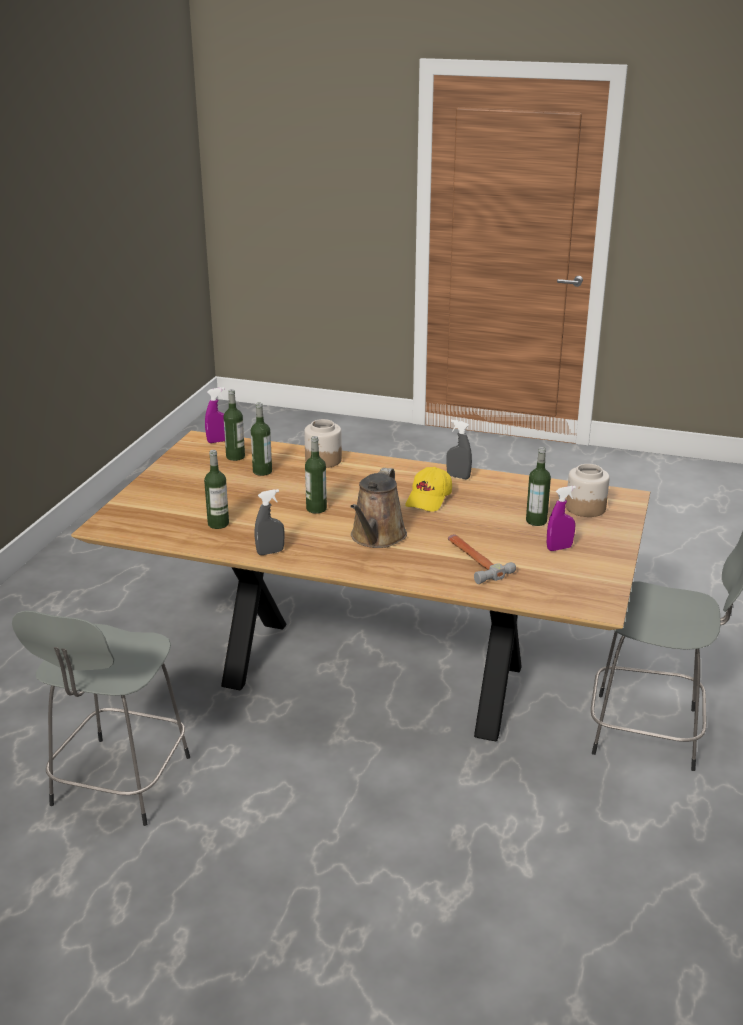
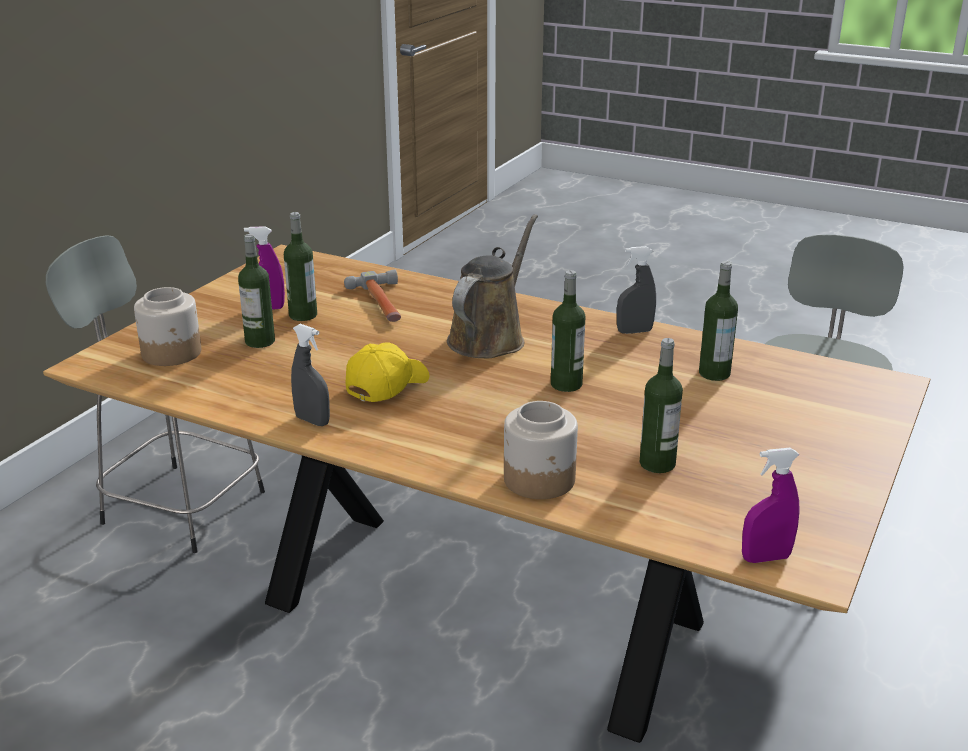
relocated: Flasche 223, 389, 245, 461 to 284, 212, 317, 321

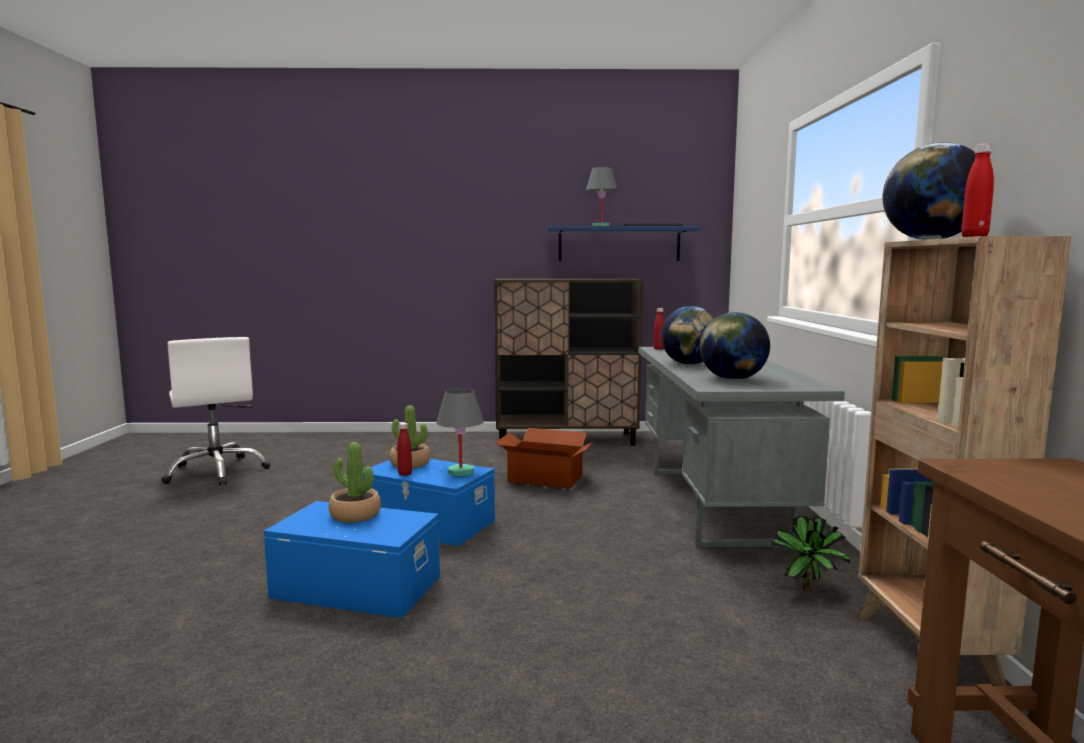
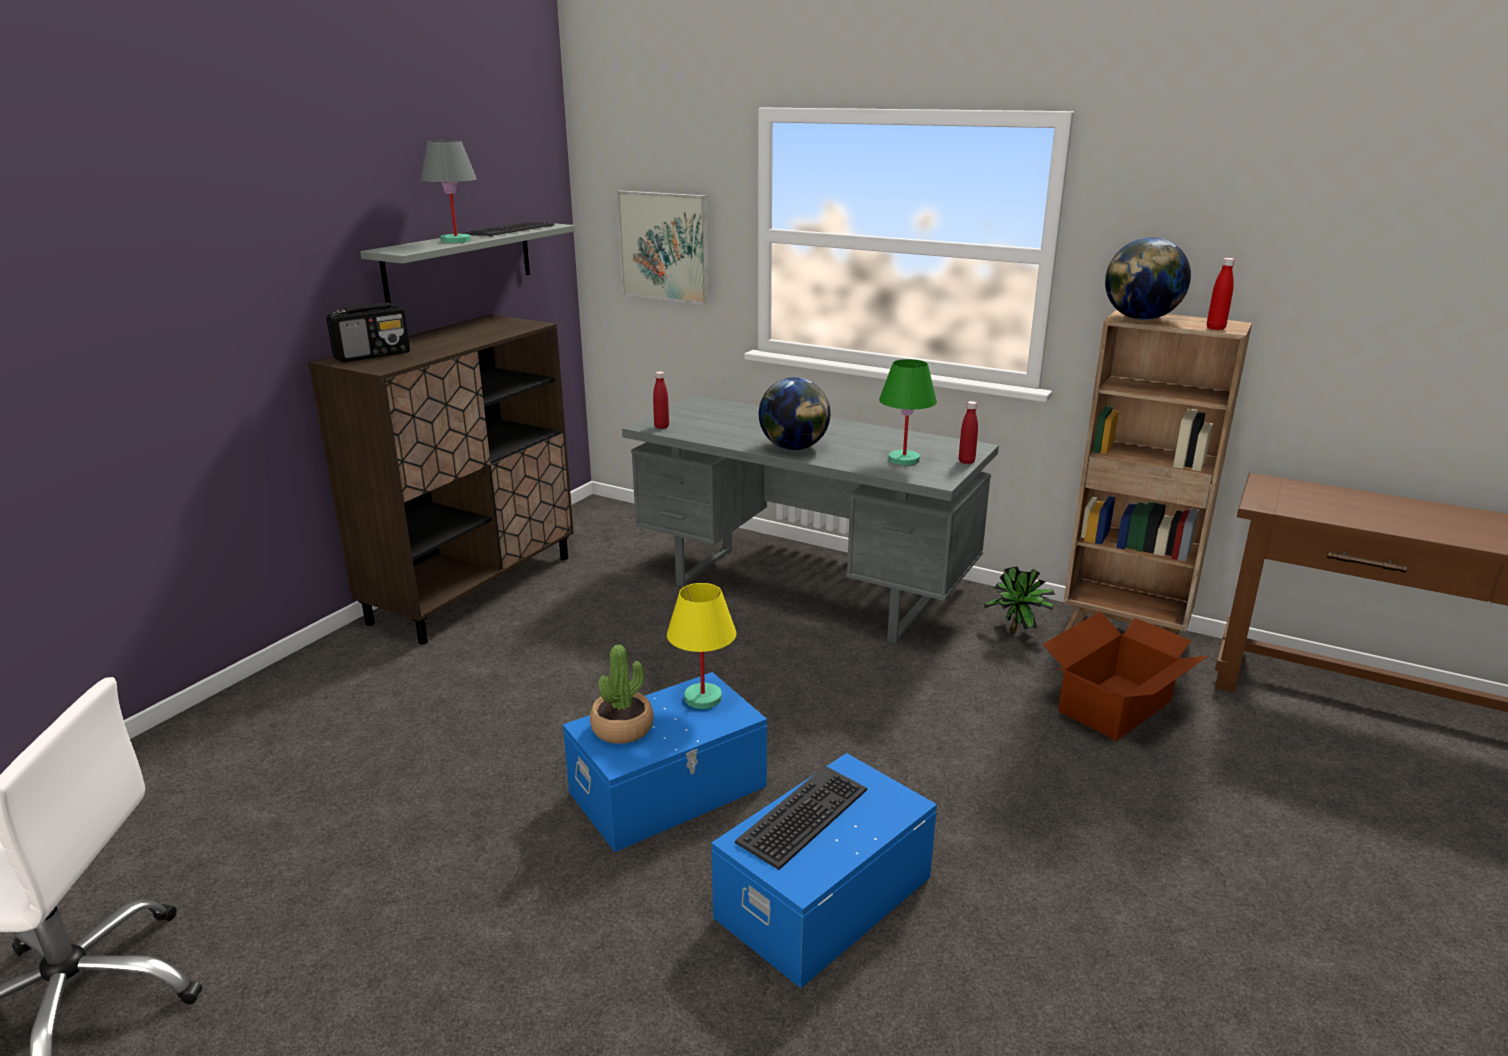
appeared: Bild 617, 191, 710, 305; Radio 326, 302, 410, 363
relocated: Flasche [rot] 397, 423, 412, 476 to 959, 401, 978, 464; Karton 495, 428, 595, 489 to 1043, 611, 1209, 741
exchanged: Globus 700, 312, 770, 380 to Tischlampe [grün] 879, 359, 937, 465; Topfpflanze 329, 442, 381, 523 to Tastatur 735, 766, 867, 870
colour: Wandregal [blau] 547, 226, 700, 261 to Wandregal [grau] 360, 223, 575, 303; Tischlampe [grau] 436, 388, 484, 476 to Tischlampe [gelb] 667, 583, 736, 709

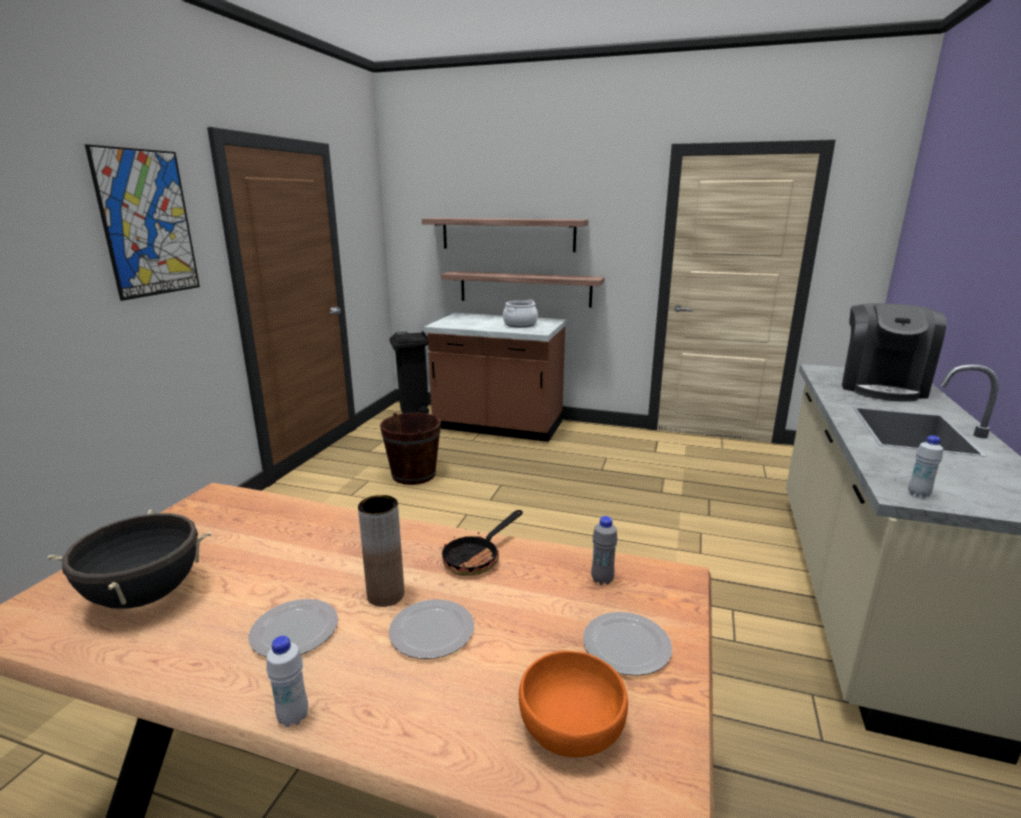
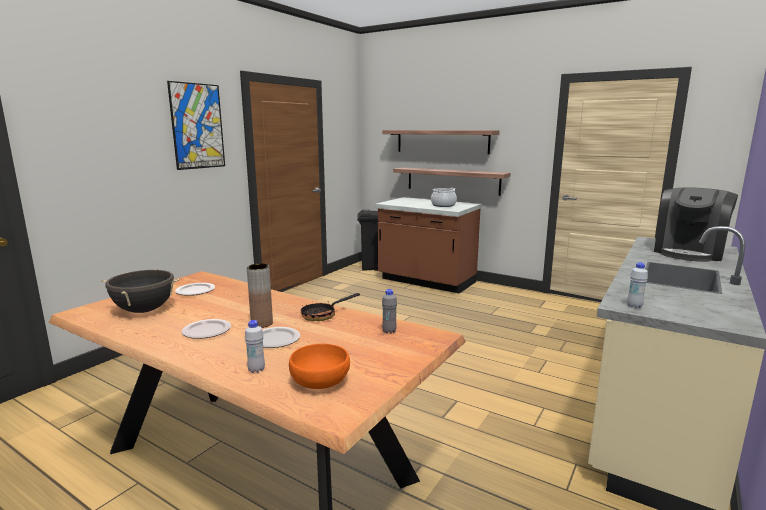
missing: Eimer [braun] 380, 413, 441, 485
relocated: Teller 583, 612, 672, 676 to 175, 283, 215, 296; Flasche [weiß] 266, 636, 308, 727 to 245, 320, 265, 373

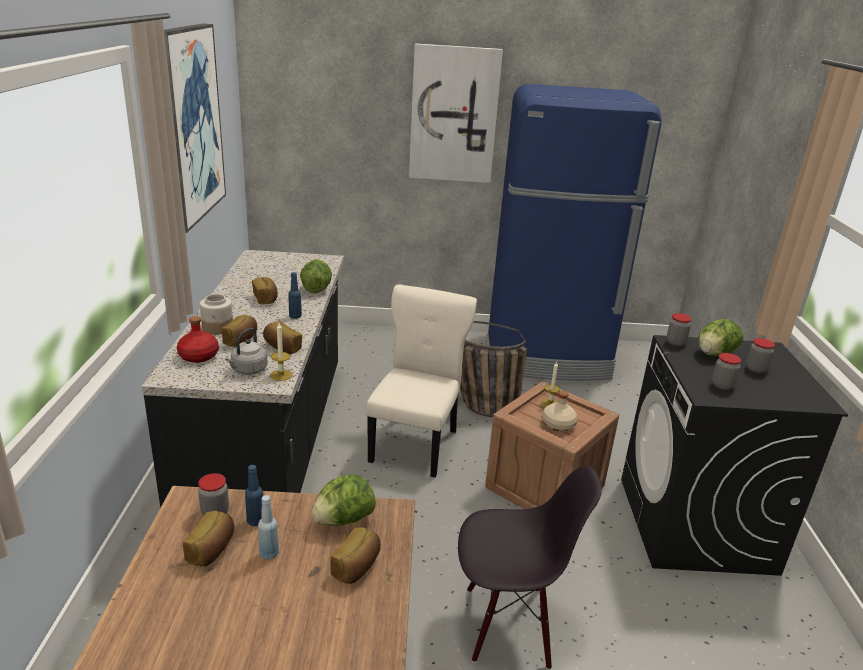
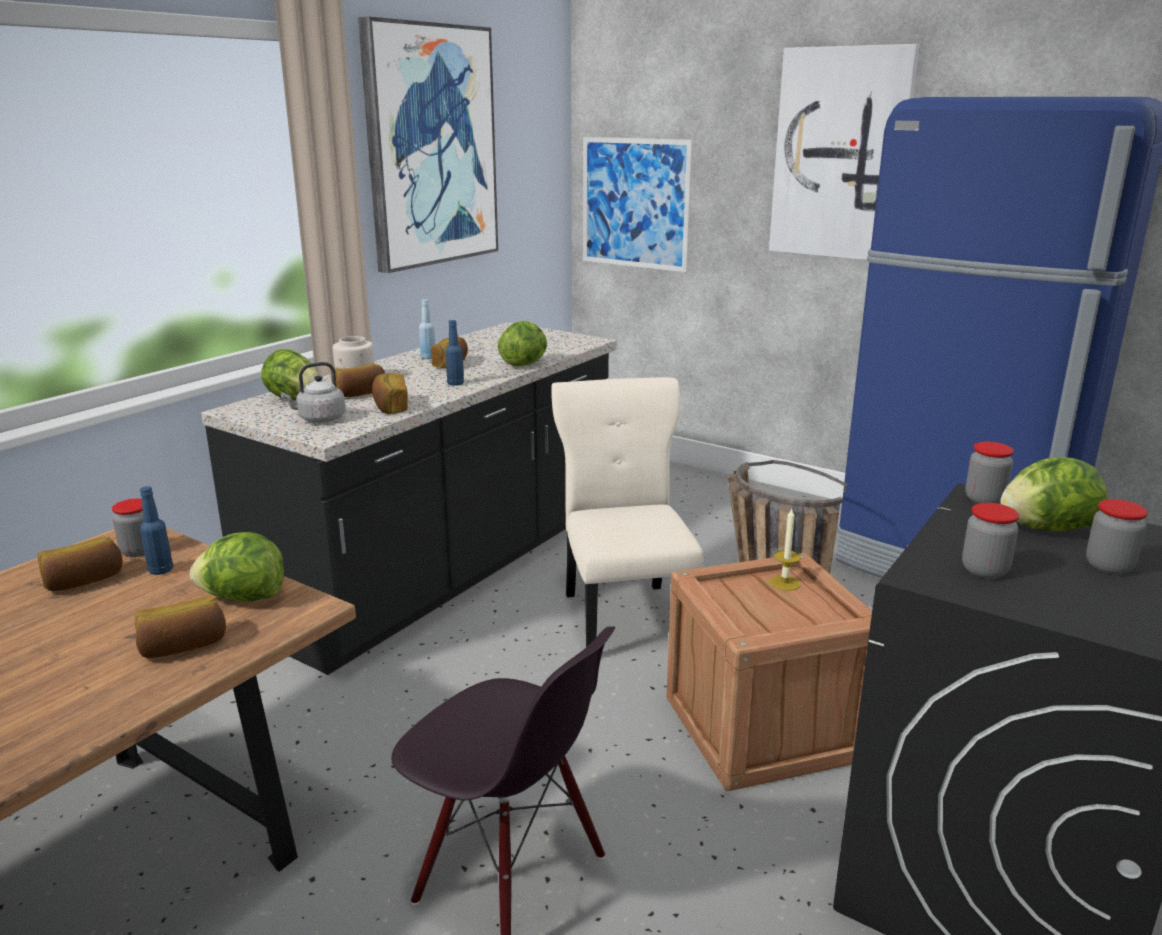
missing: Kerze 270, 323, 292, 381; Flasche [beige] 542, 391, 578, 431
appeared: Bild 583, 137, 693, 272
relocated: Flasche [blau] 258, 495, 279, 560 to 419, 299, 435, 359
exchanged: Flasche [rot] 177, 316, 219, 363 to Salatkopf 261, 349, 320, 400
spun: Stuhl [beige] 366, 284, 477, 478 = 551, 377, 704, 647 60 degrees counterclockwise

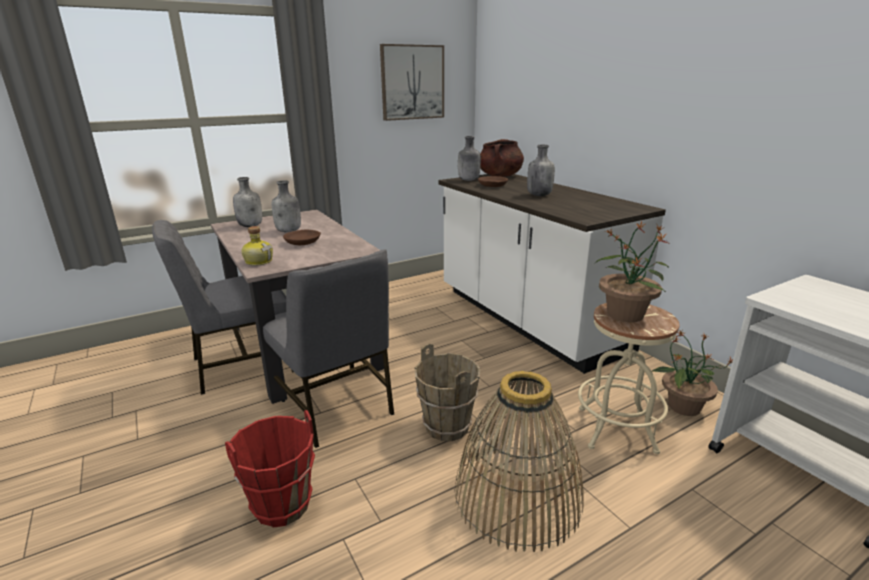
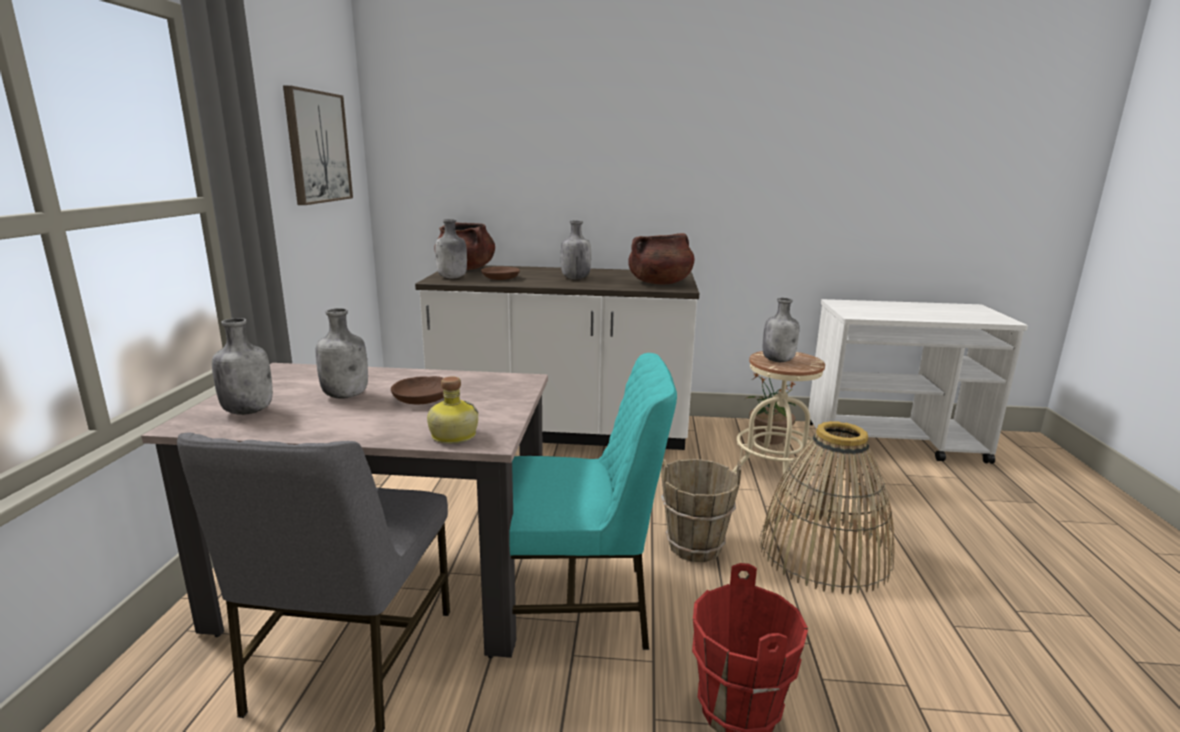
appeared: Kochtopf [braun] 628, 233, 695, 284
exchanged: Topfpflanze 595, 221, 670, 322 to Flasche [grau] 763, 298, 799, 362
colour: Stuhl [grau] 263, 249, 394, 448 to Stuhl [türkis] 509, 353, 677, 650

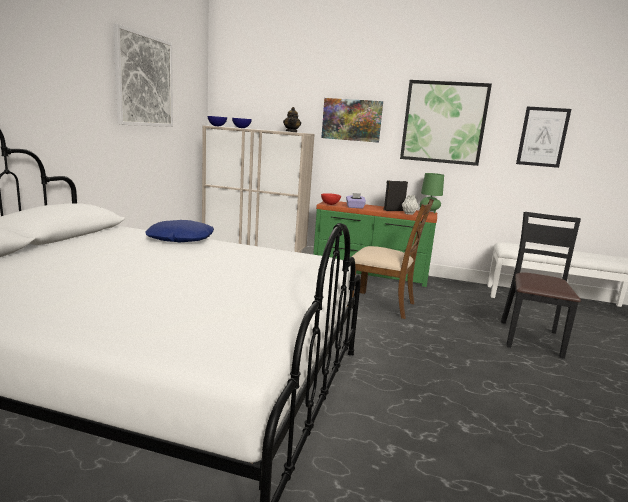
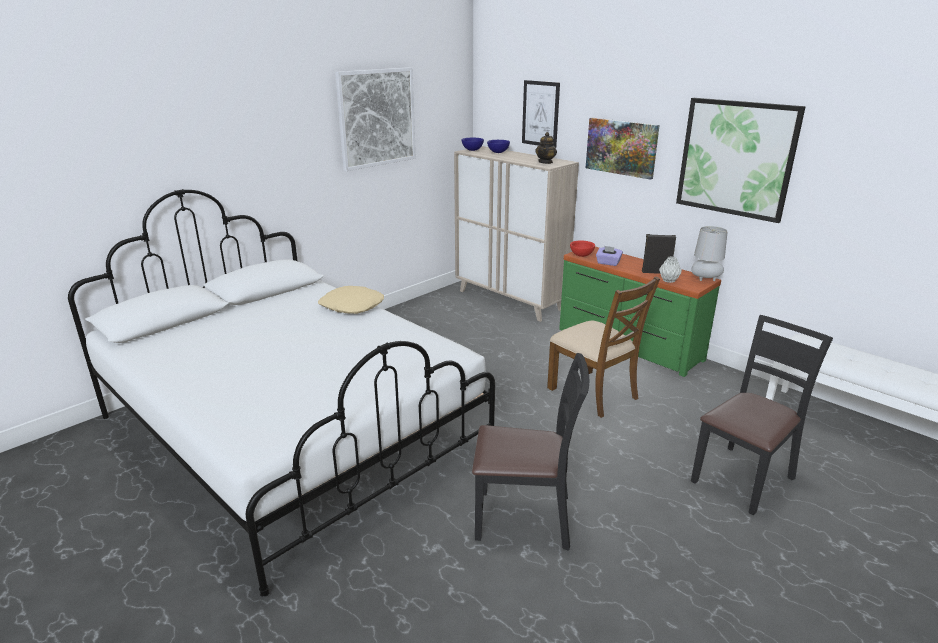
appeared: Stuhl [schwarz] 472, 353, 589, 551
relocated: Bild 516, 106, 571, 168 to 522, 80, 560, 148
colour: Tischlampe [grün] 420, 173, 444, 213 to Tischlampe [grau] 691, 226, 728, 281; Kissen [blau] 145, 220, 214, 242 to Kissen [beige] 318, 286, 384, 314

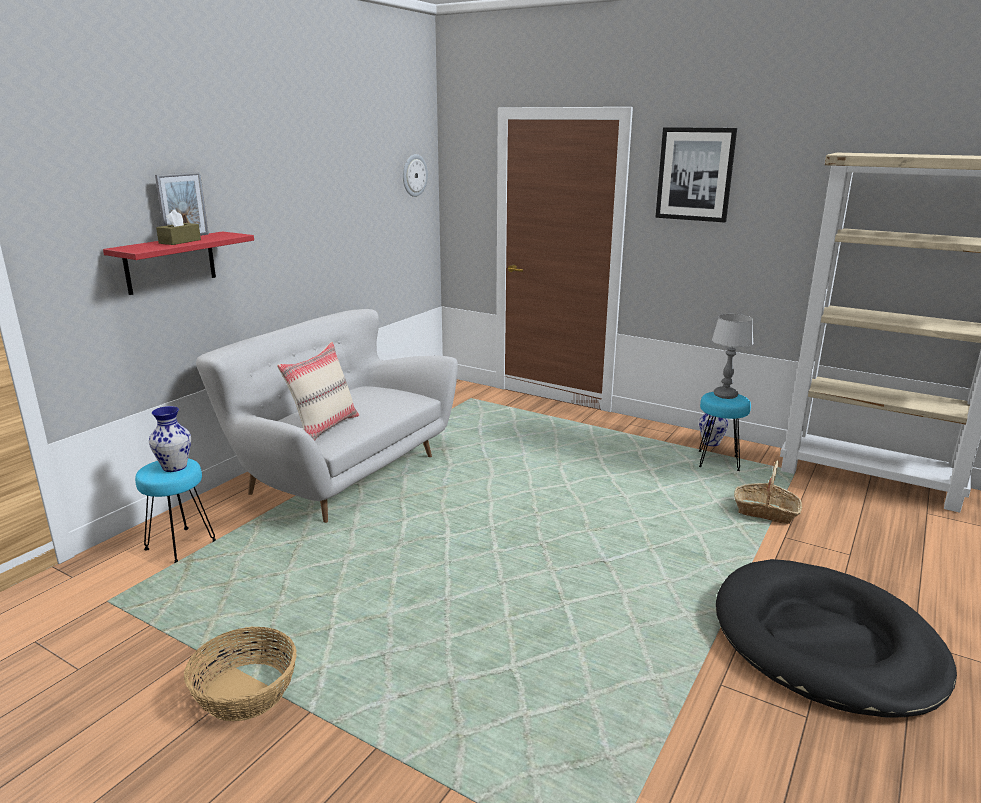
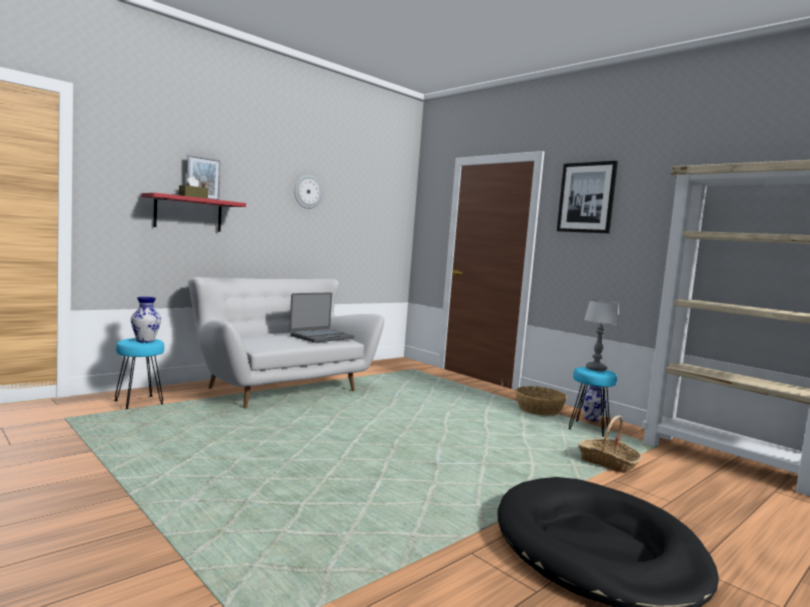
missing: Kissen [beige] 277, 342, 359, 441
appeared: Laptop 289, 292, 354, 343
relocated: Wanduhr 403, 154, 428, 197 to 294, 175, 323, 209; Korb 184, 627, 297, 721 to 516, 386, 567, 416

